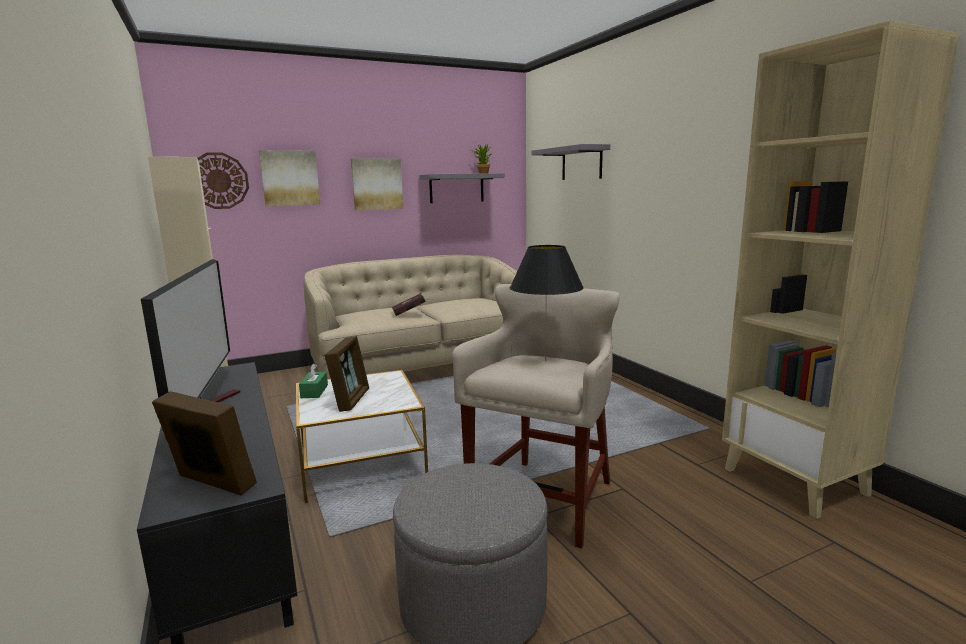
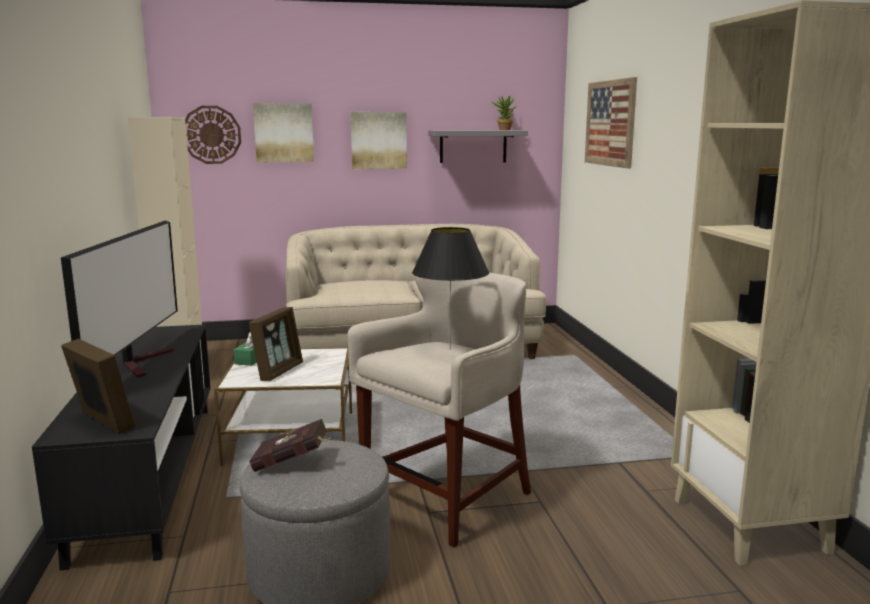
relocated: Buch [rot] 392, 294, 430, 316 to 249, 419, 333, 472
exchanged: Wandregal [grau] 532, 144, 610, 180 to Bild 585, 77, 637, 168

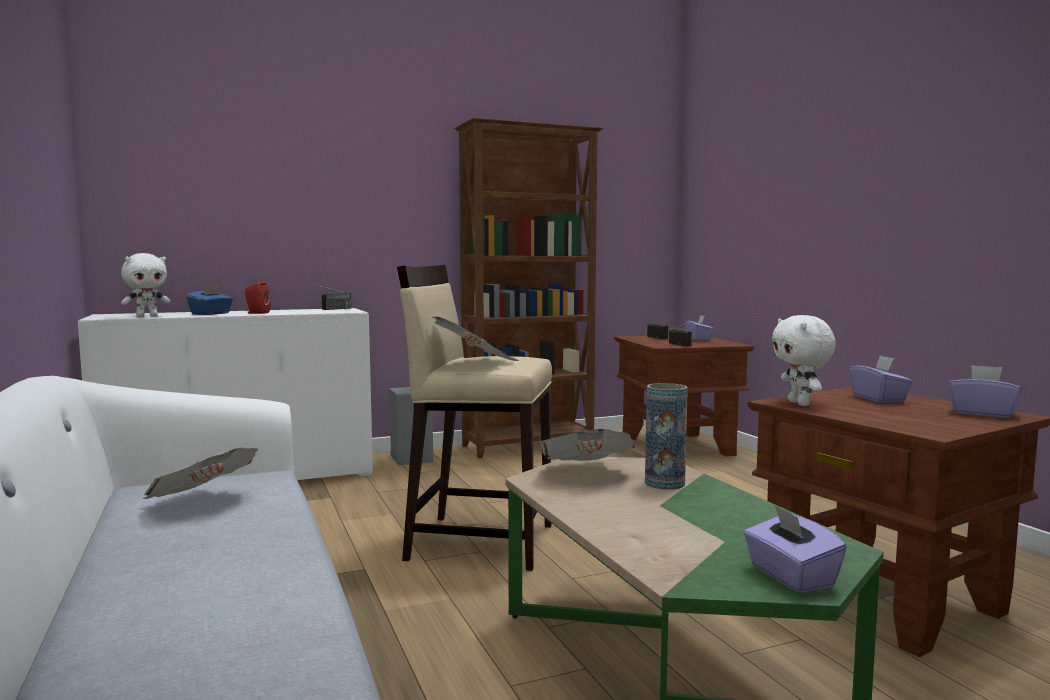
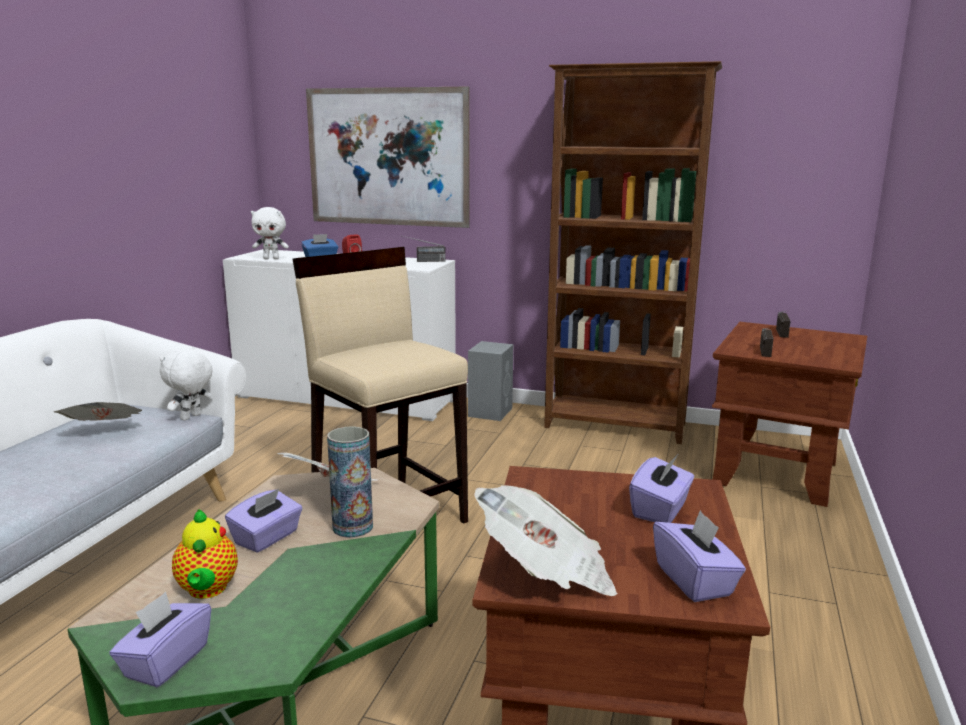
appeared: Bild 306, 87, 469, 228; Teekanne 172, 509, 238, 599
relocated: Taschentuchbox [lila] 685, 315, 714, 341 to 225, 488, 303, 553; Plüschtier [weiß] 772, 315, 836, 406 to 160, 347, 213, 421; Zeitung 433, 316, 519, 361 to 474, 485, 618, 596

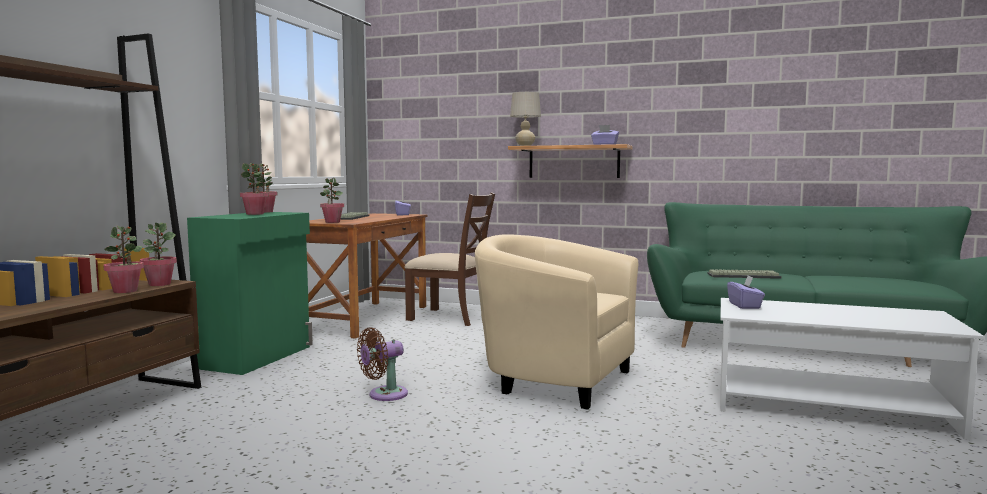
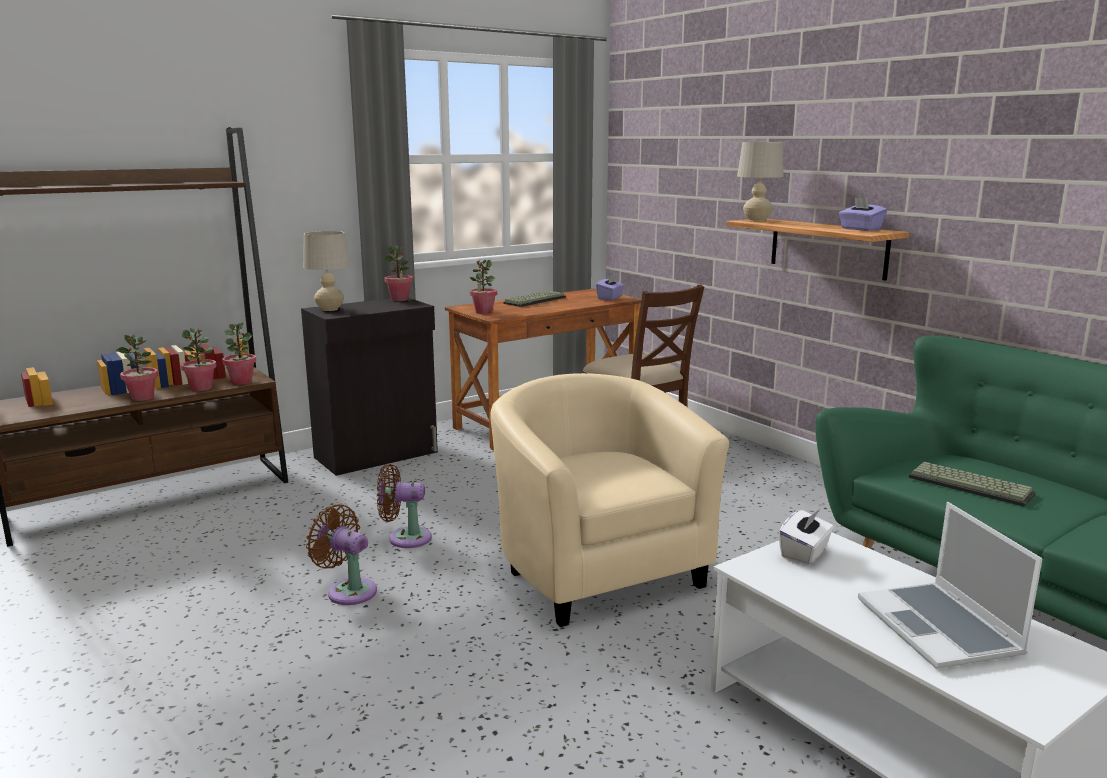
appeared: Tischlampe [beige] 303, 231, 350, 311; Laptop 858, 502, 1043, 669; Ventilator [braun] 306, 504, 377, 605
relocated: Topfpflanze 240, 163, 268, 215 to 117, 334, 158, 401
colour: Schrank [grün] 187, 212, 313, 375 to Schrank [schwarz] 301, 298, 438, 476; Taschentuchbox [lila] 727, 276, 765, 309 to Taschentuchbox [weiß] 779, 509, 834, 565

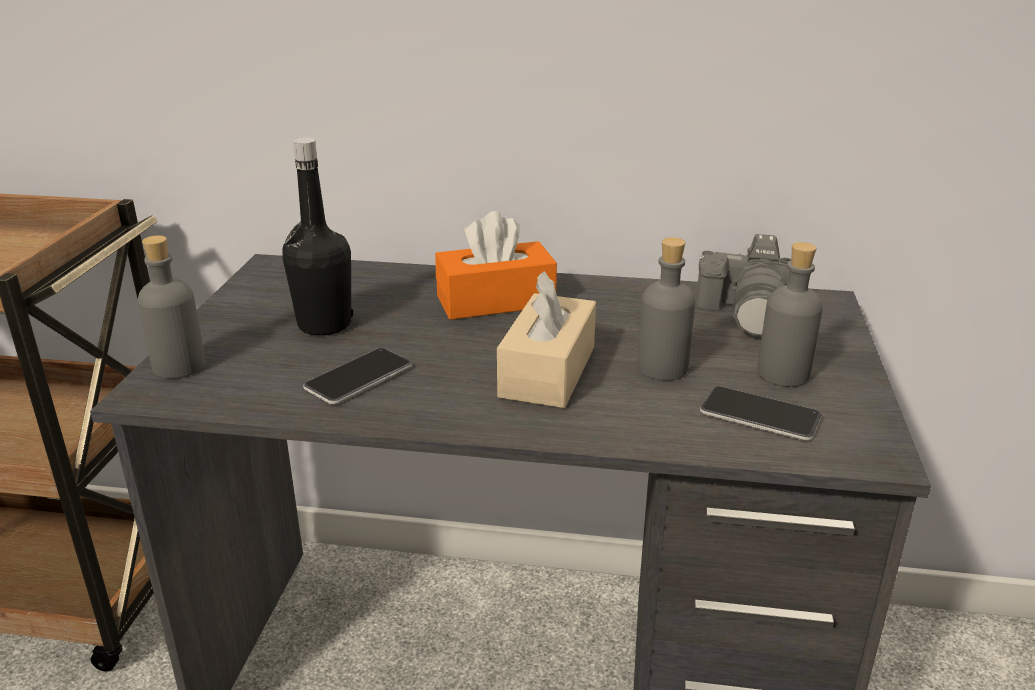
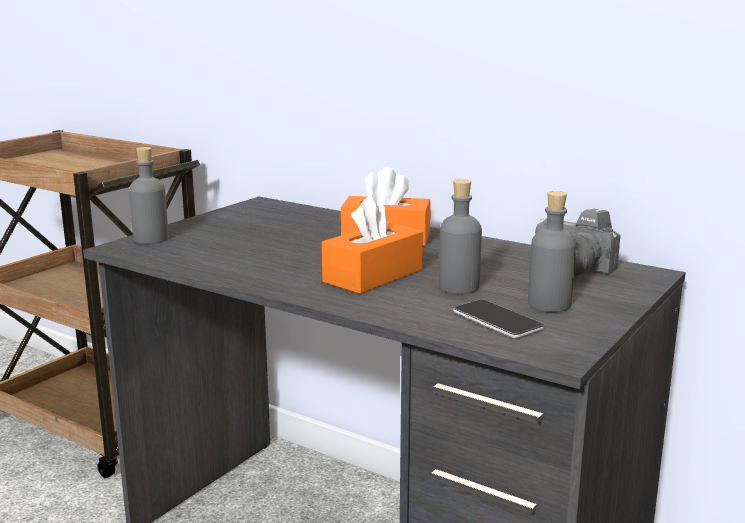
missing: Flasche [schwarz] 282, 138, 353, 336; Handy 303, 348, 412, 405
colour: Taschentuchbox [beige] 497, 271, 596, 408 to Taschentuchbox [orange] 322, 195, 423, 294

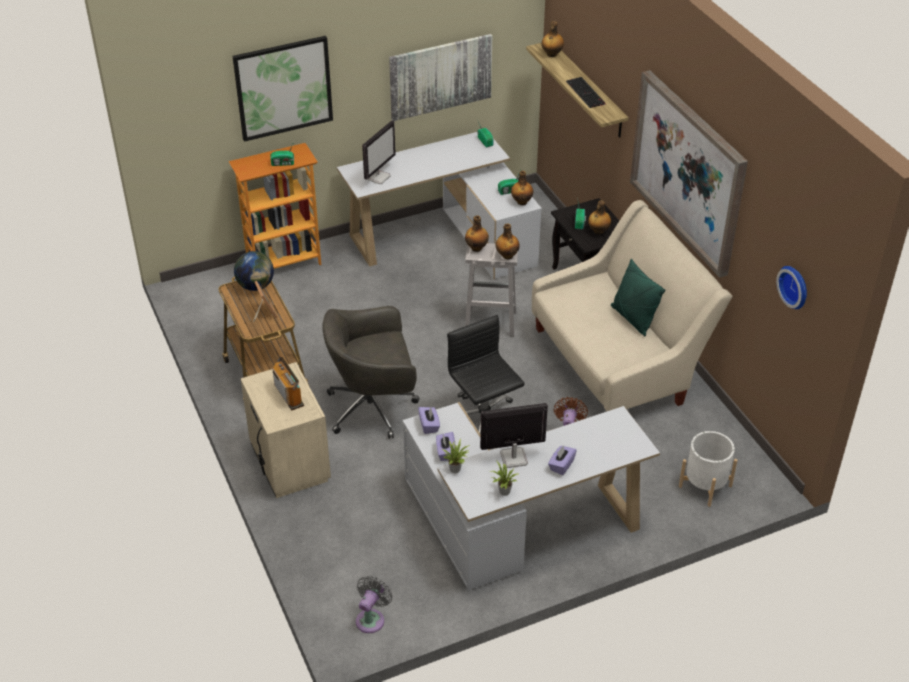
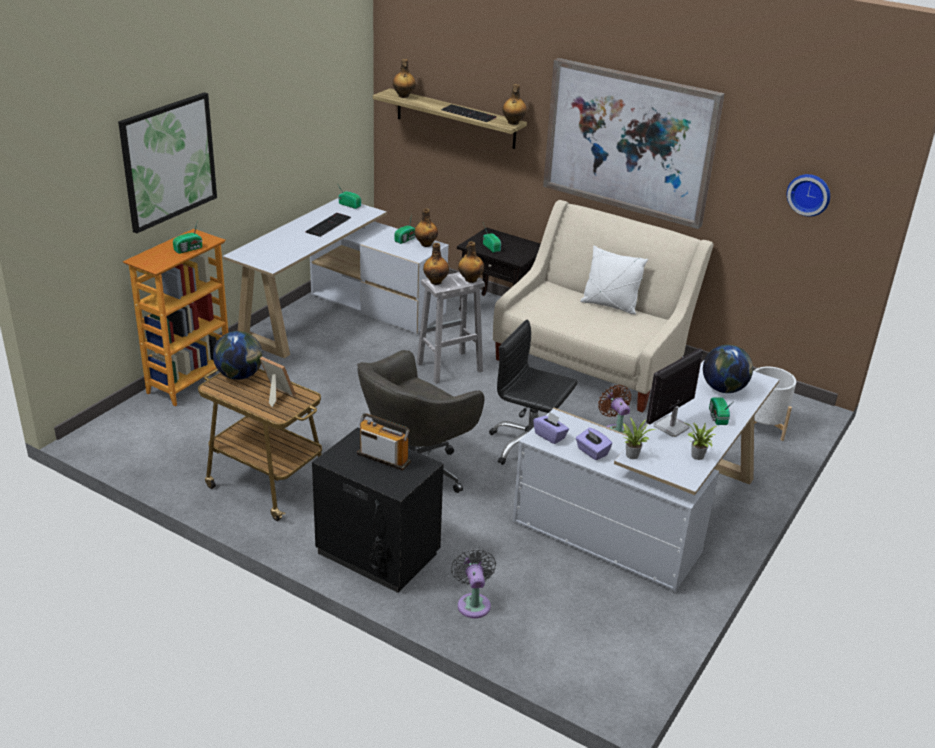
missing: Bild 389, 34, 492, 121; Monitor 362, 121, 396, 184
appeared: Tastatur 305, 213, 351, 237; Globus 703, 345, 753, 393
relocated: Flasche 588, 200, 611, 234 to 502, 84, 527, 125; Ventilator [grau] 356, 576, 393, 633 to 451, 548, 496, 618
exchanged: Taschentuchbox [lila] 548, 446, 577, 475 to Radio 709, 398, 733, 425
colour: Kissen [grün] 611, 259, 666, 336 to Kissen [weiß] 580, 245, 648, 315; Nachttisch [beige] 240, 362, 331, 498 to Nachttisch [schwarz] 312, 427, 444, 593

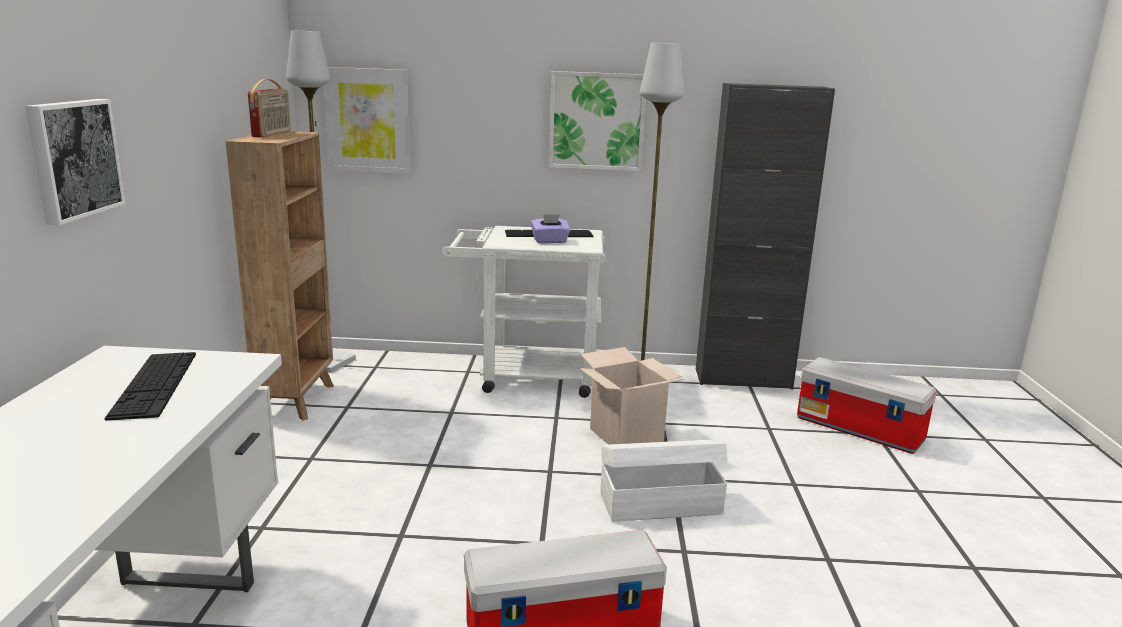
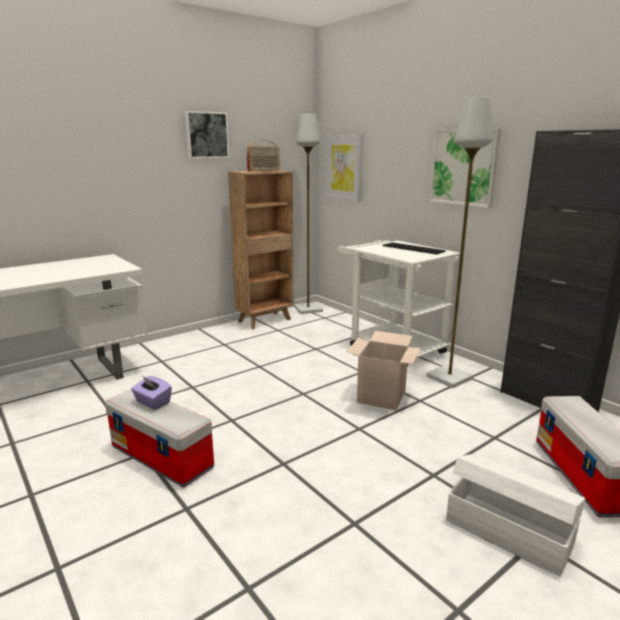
missing: Tastatur 104, 352, 196, 421
relocated: Bild 25, 99, 125, 225 to 185, 111, 229, 158; Taschentuchbox [lila] 531, 214, 570, 243 to 131, 376, 172, 410; Aufbewahrungsbox [weiß] 601, 440, 728, 522 to 446, 454, 585, 577

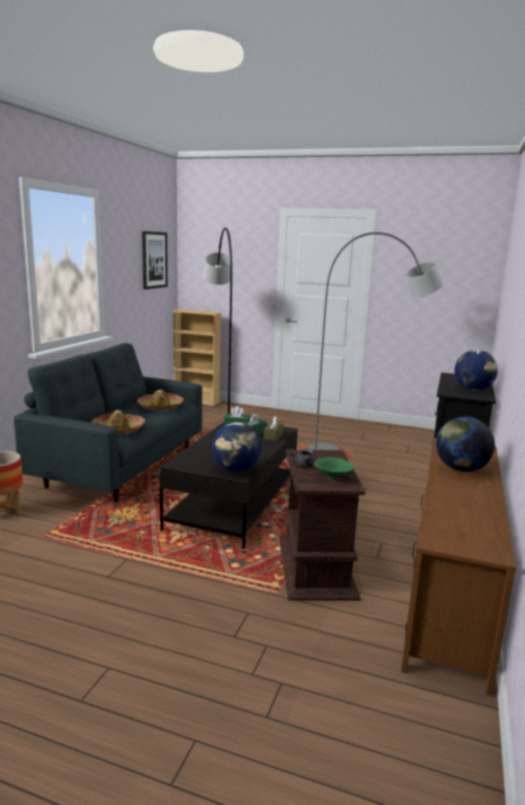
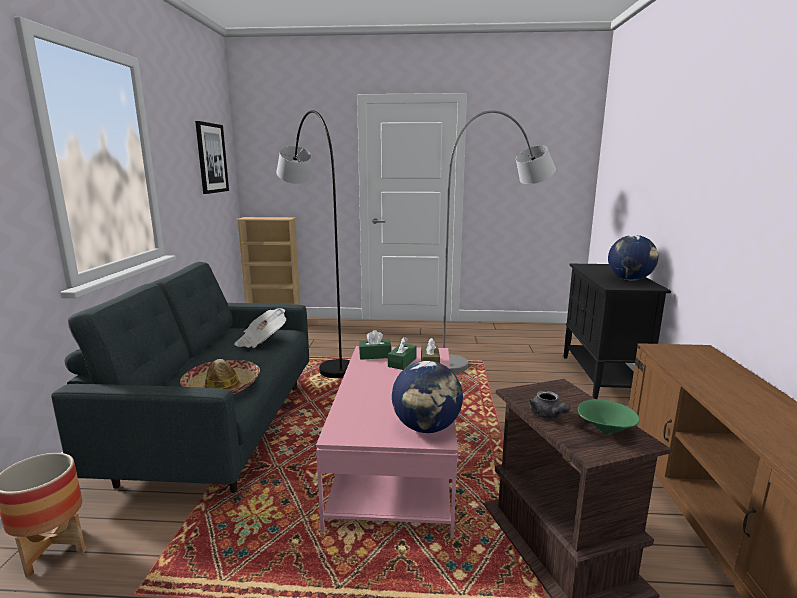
missing: Globus 436, 417, 495, 472
exchanged: Hut 137, 390, 184, 411 to Zeitung 234, 308, 287, 348
colour: Couchtisch [schwarz] 159, 422, 298, 549 to Couchtisch [rosa] 316, 346, 458, 539

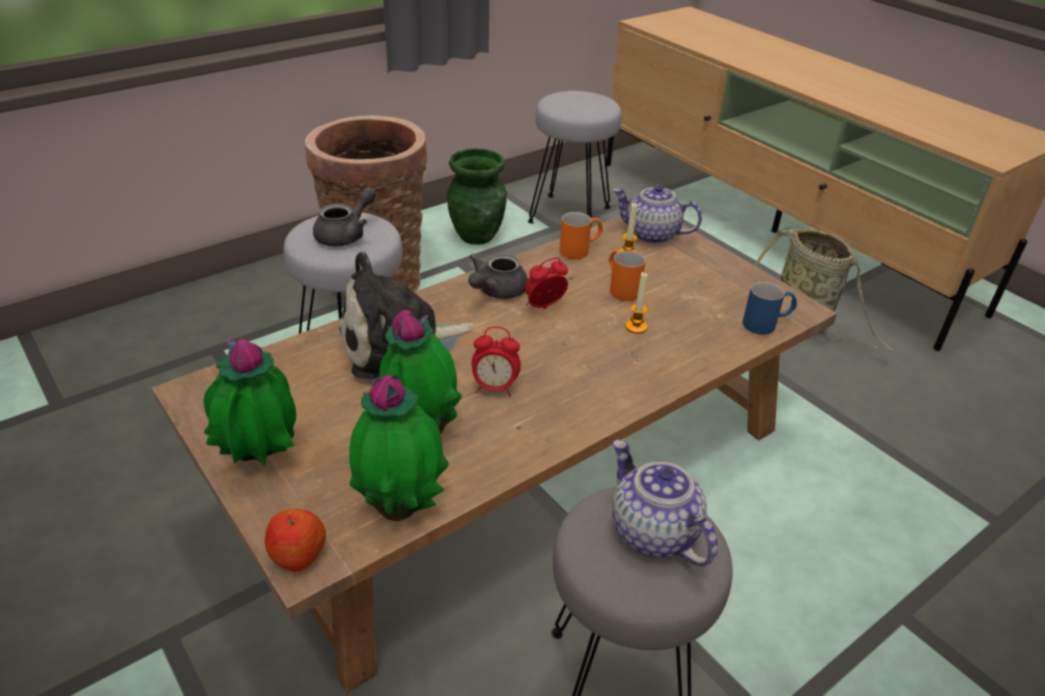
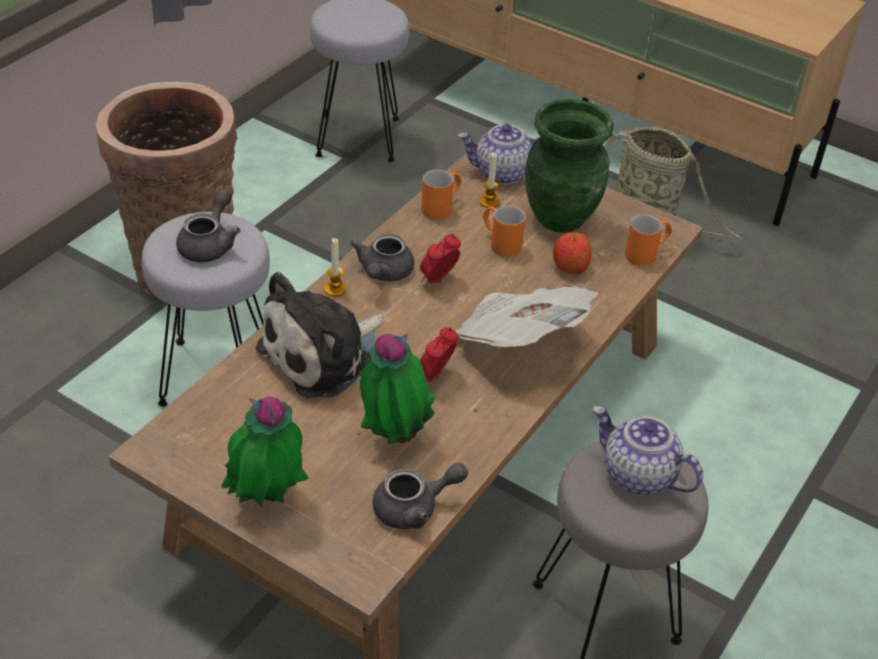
appeared: Zeitung 454, 286, 598, 347
relocated: Vase [grün] 447, 148, 507, 245 to 525, 99, 614, 233; Kerze 625, 272, 647, 334 to 324, 238, 346, 296; Apfel 265, 509, 326, 572 to 553, 232, 591, 274
exchanged: Topfpflanze 349, 374, 449, 521 to Teekanne [grau] 373, 463, 468, 529
colour: Henkelbecher [blau] 743, 282, 797, 335 to Henkelbecher [orange] 625, 215, 672, 266
spun: Wecker 472, 327, 521, 396 = 420, 327, 458, 382 135 degrees clockwise

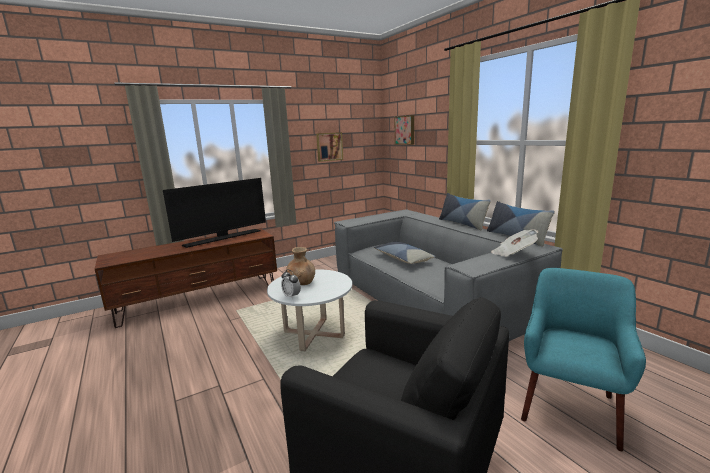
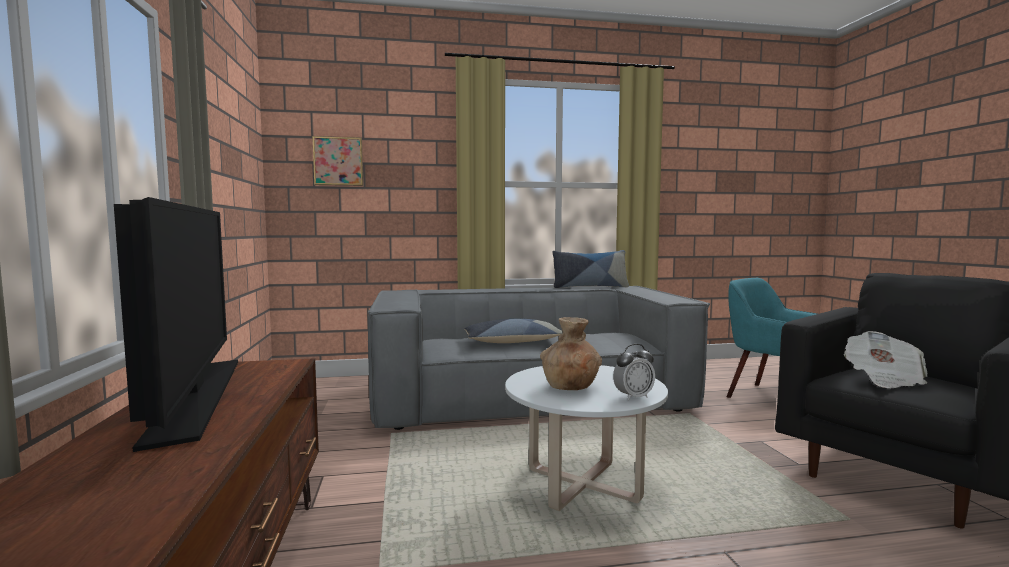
missing: Bild 316, 132, 343, 162; Kissen 439, 193, 491, 230
relocated: Zeitung 491, 229, 538, 257 to 844, 331, 927, 388

